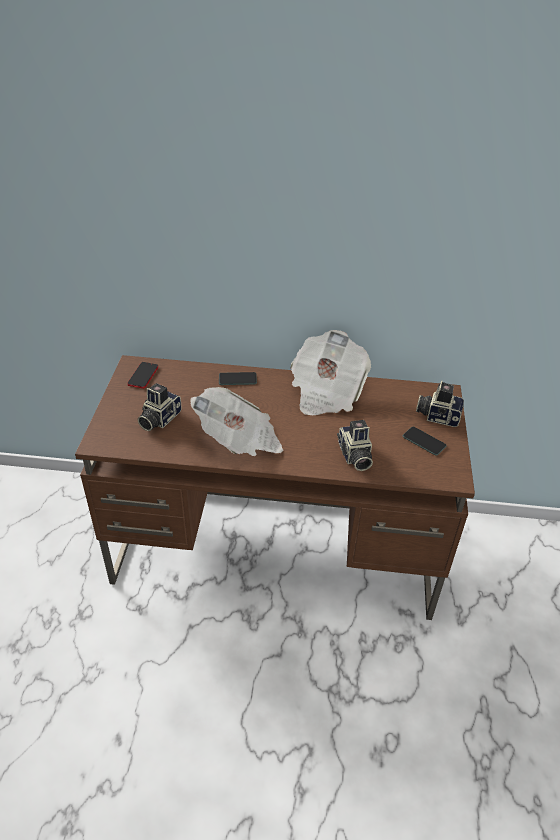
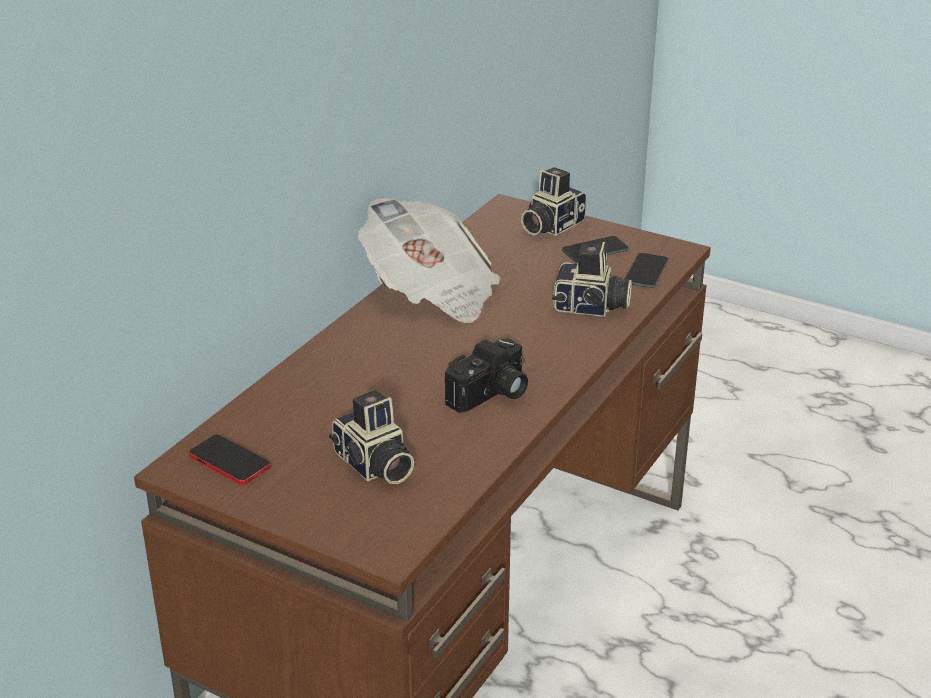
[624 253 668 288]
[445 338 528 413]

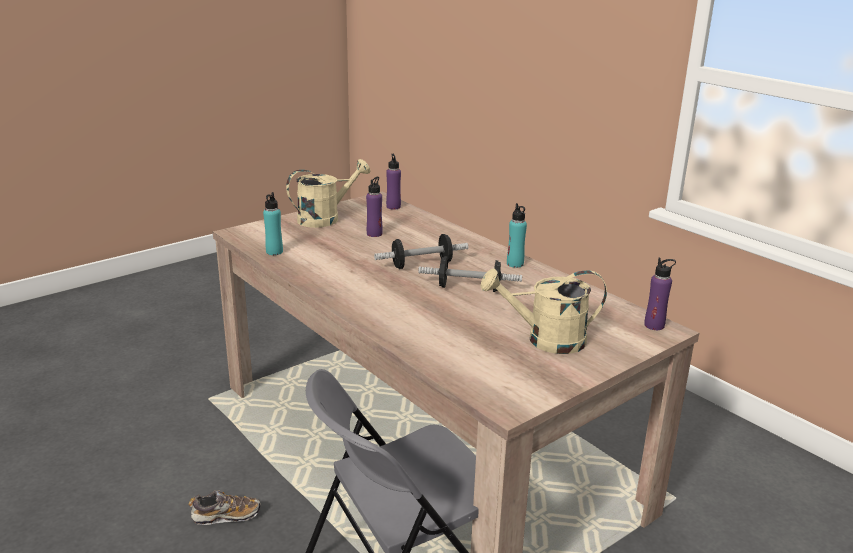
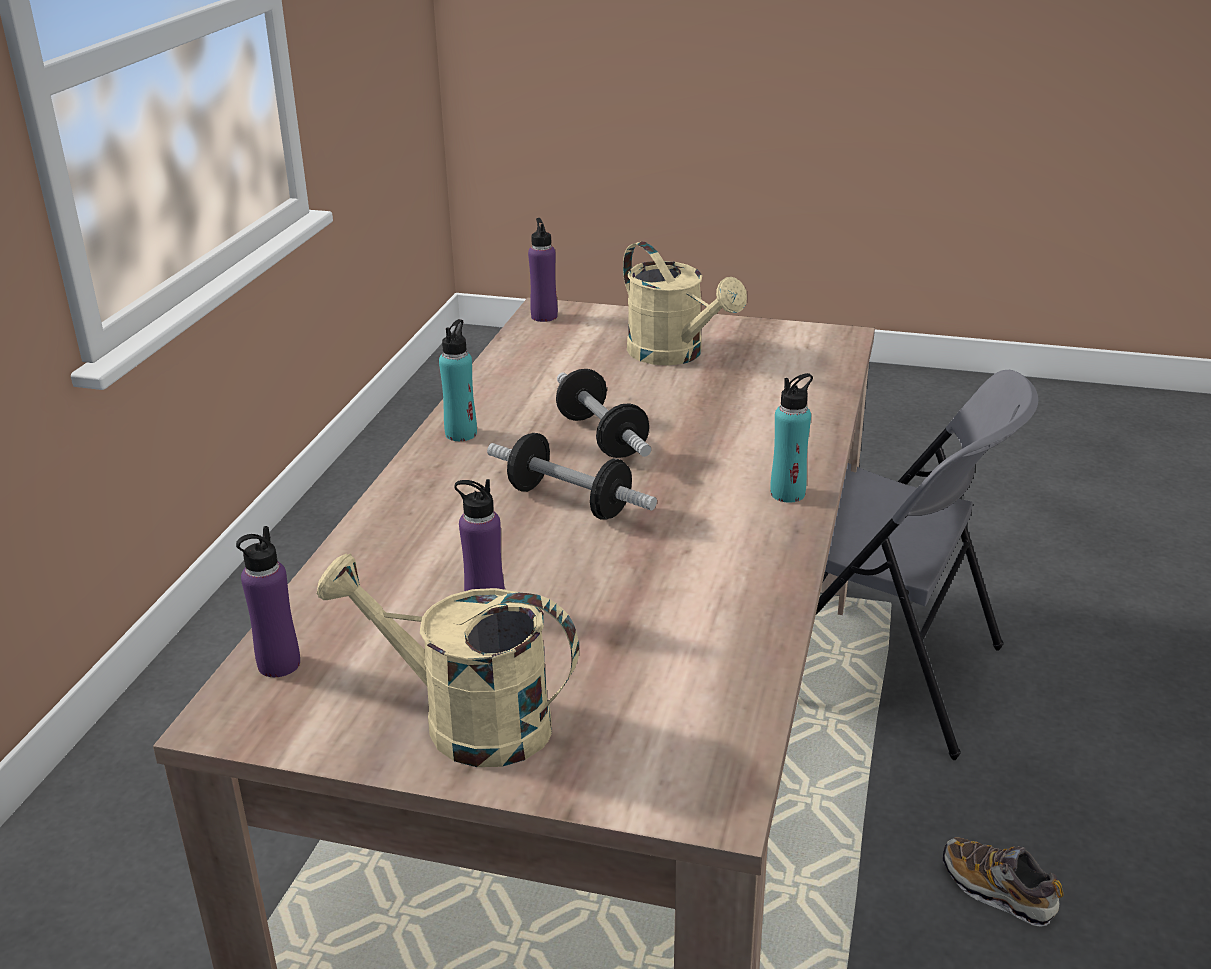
[770 373 813 503]

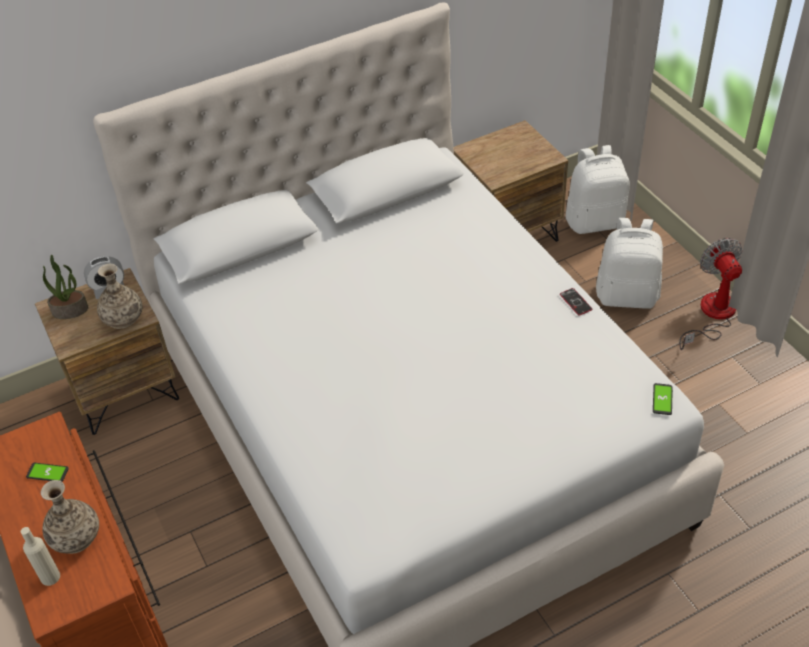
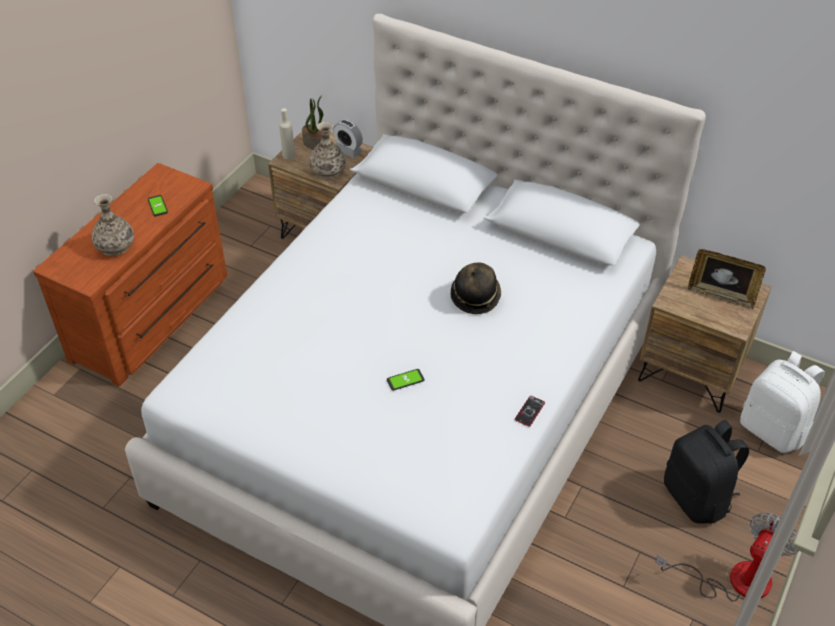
[664 420 749 524]
[387 369 425 391]
[279 108 295 159]
[688 249 766 310]
[451 263 501 314]

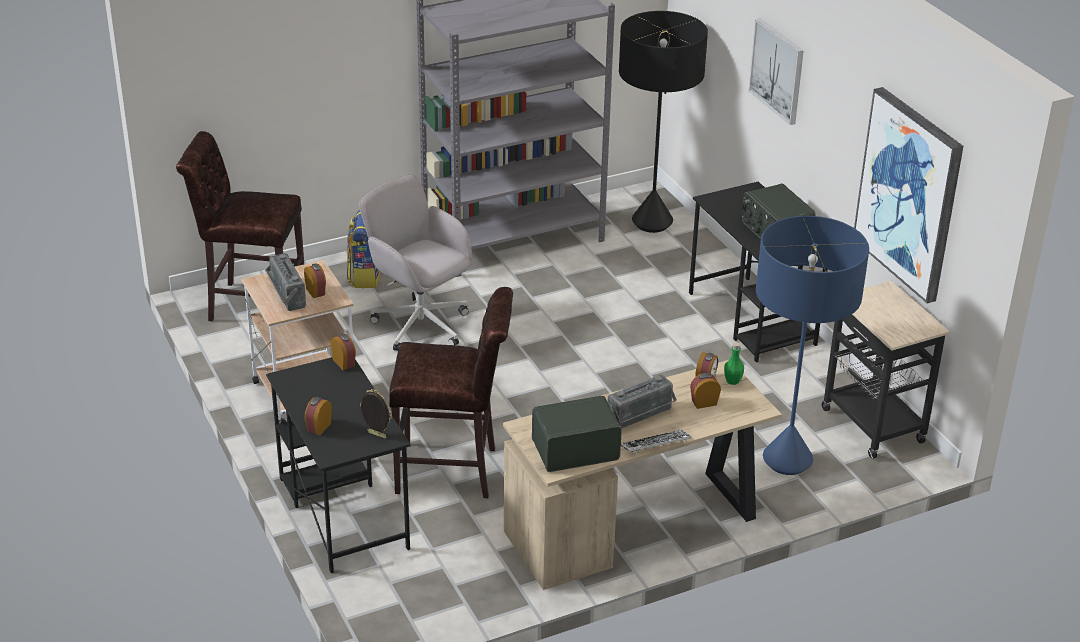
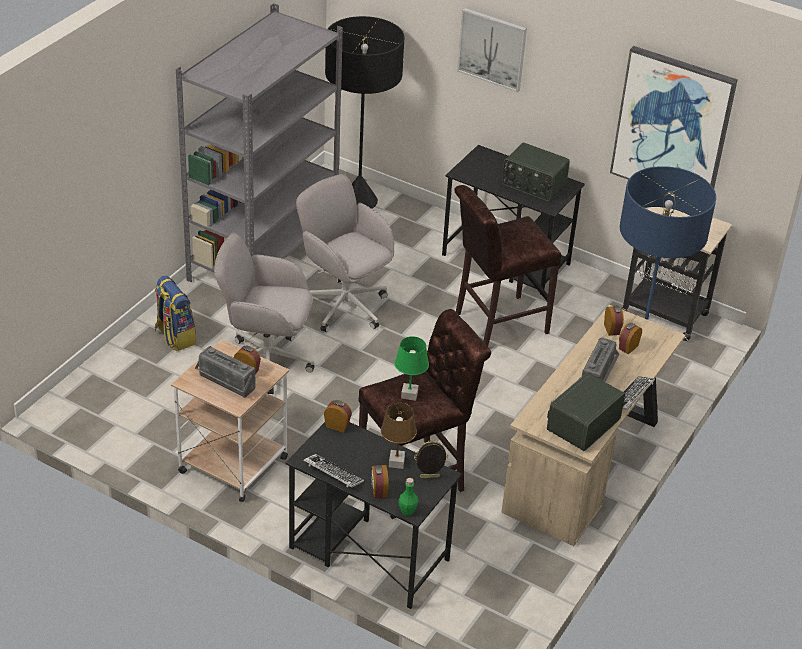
[454 185 562 347]
[398 478 418 516]
[296 174 394 332]
[394 336 429 401]
[381 403 417 469]
[304 454 364 487]

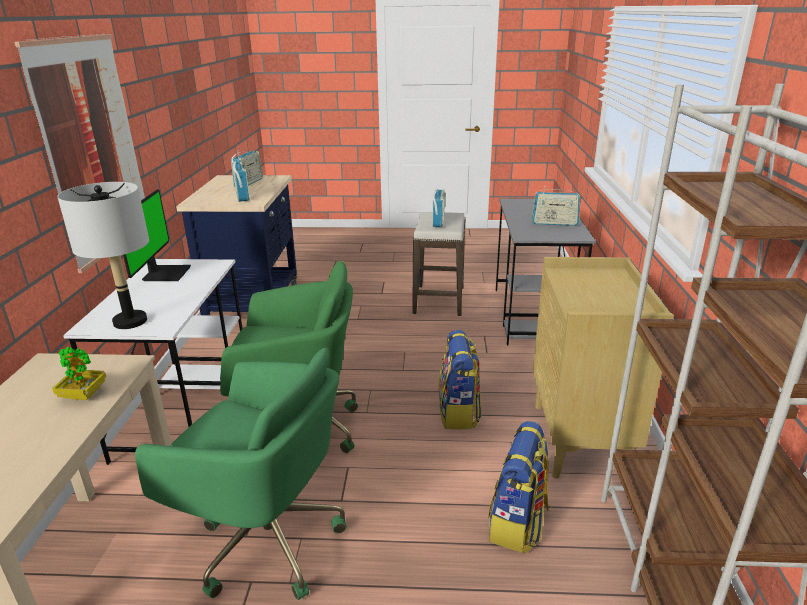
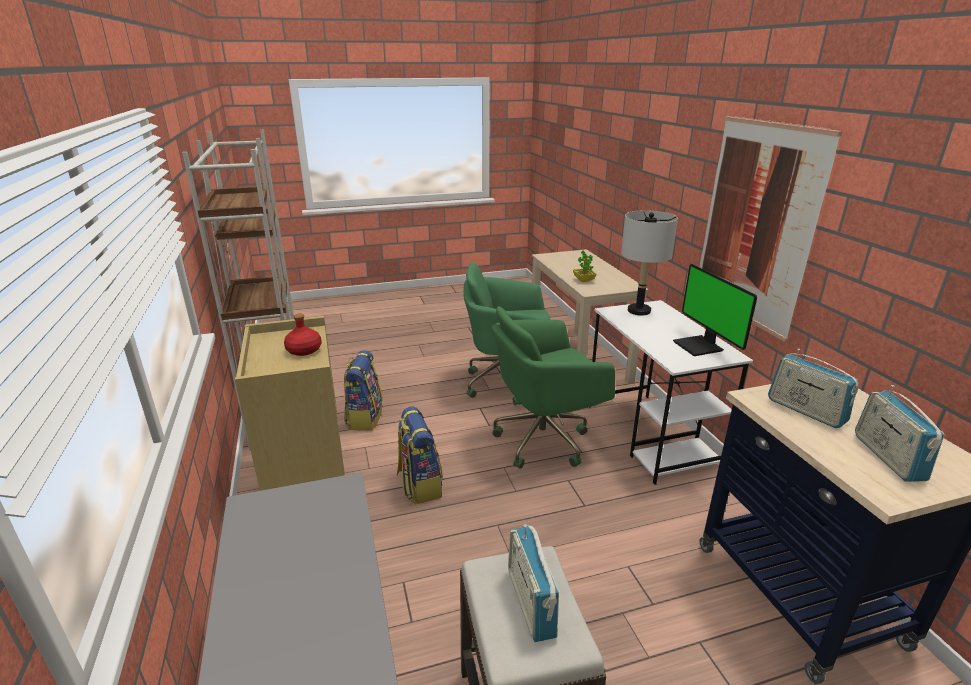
[532 186 580 226] (first image)
[284 313 322 356]

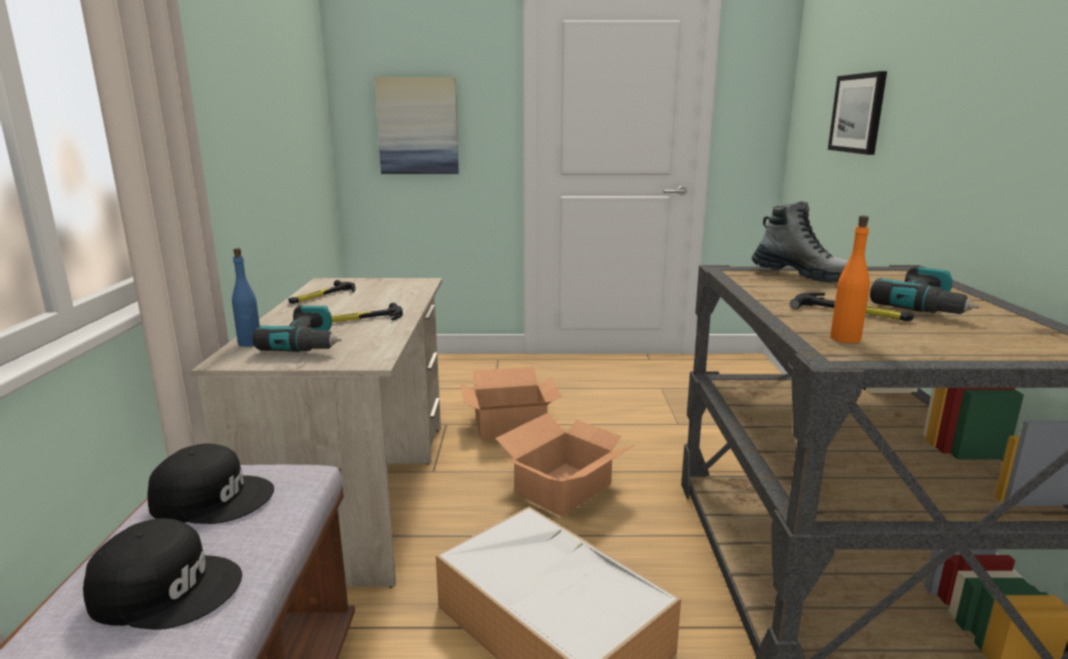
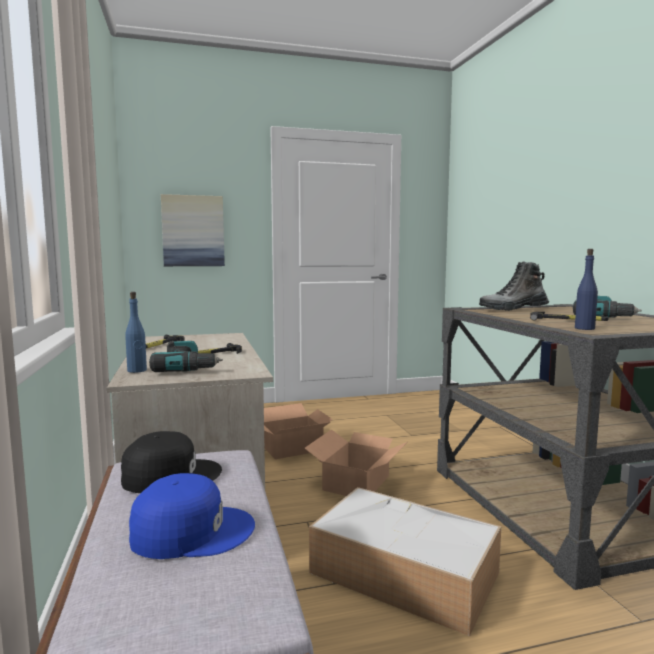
[828 71 887 155] (first image)
[479 262 549 311]
[575 249 598 330]
[129 473 255 559]

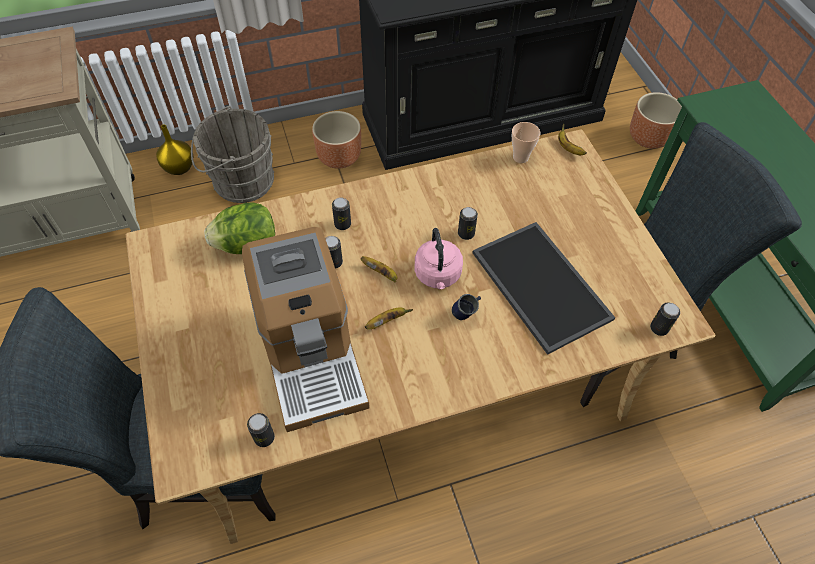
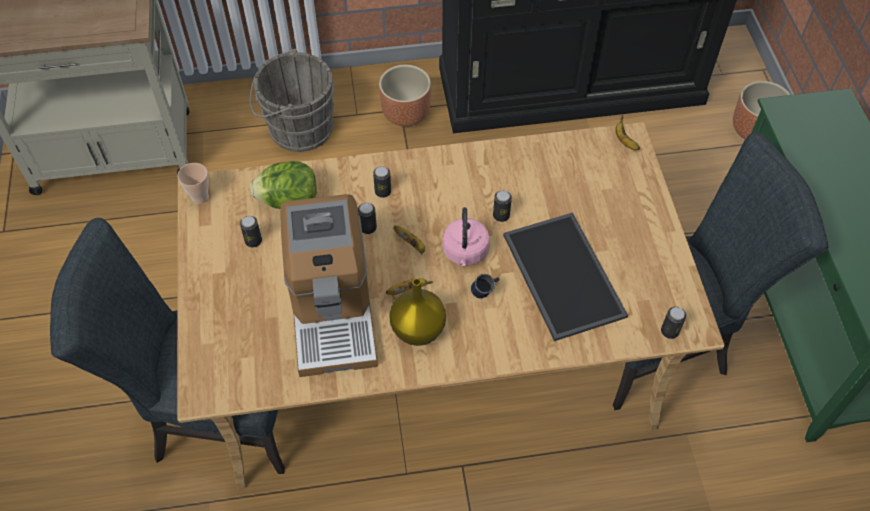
[177 163 209 204]
[389 278 446 346]
[240 216 262 247]

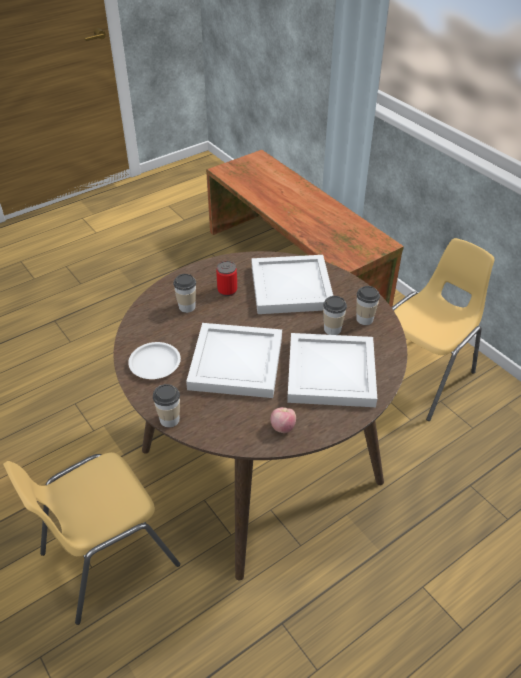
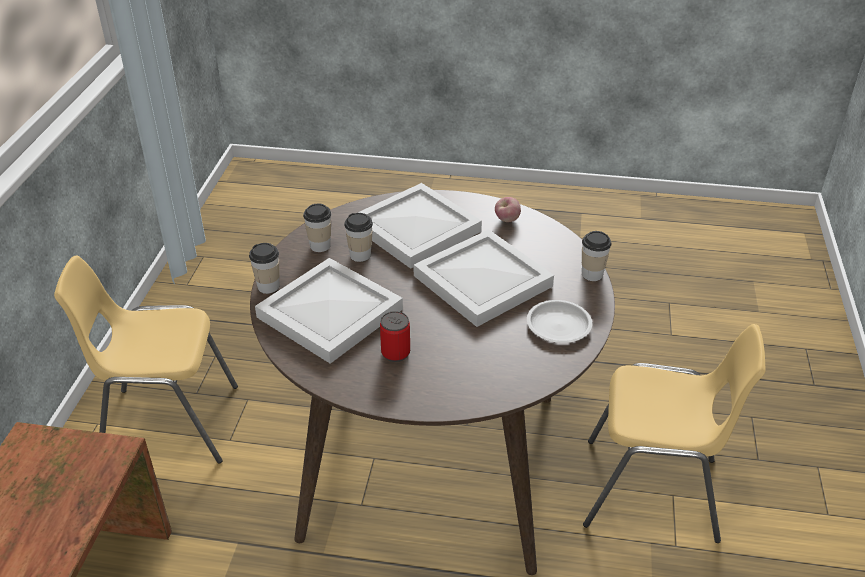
[249 243 280 294]

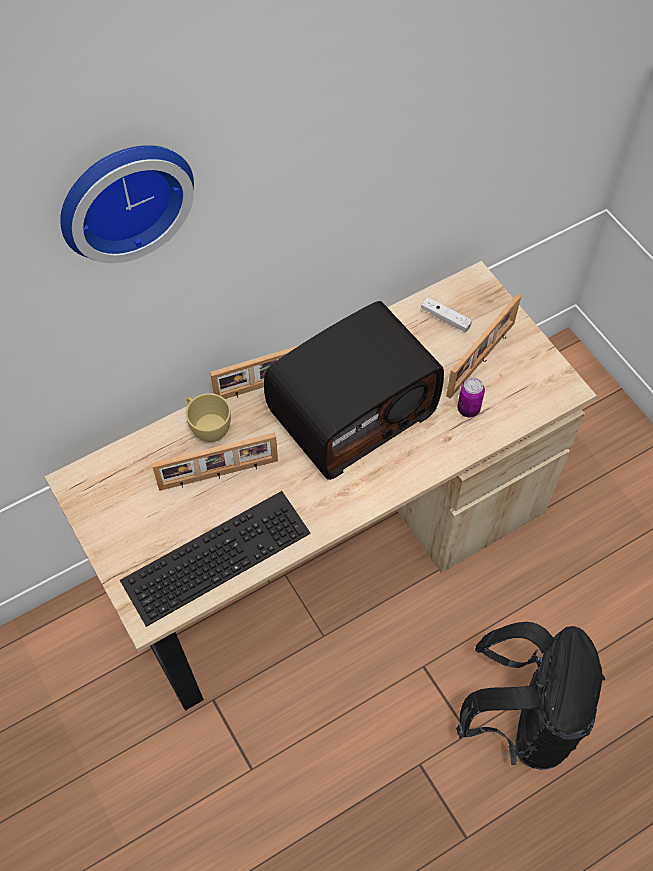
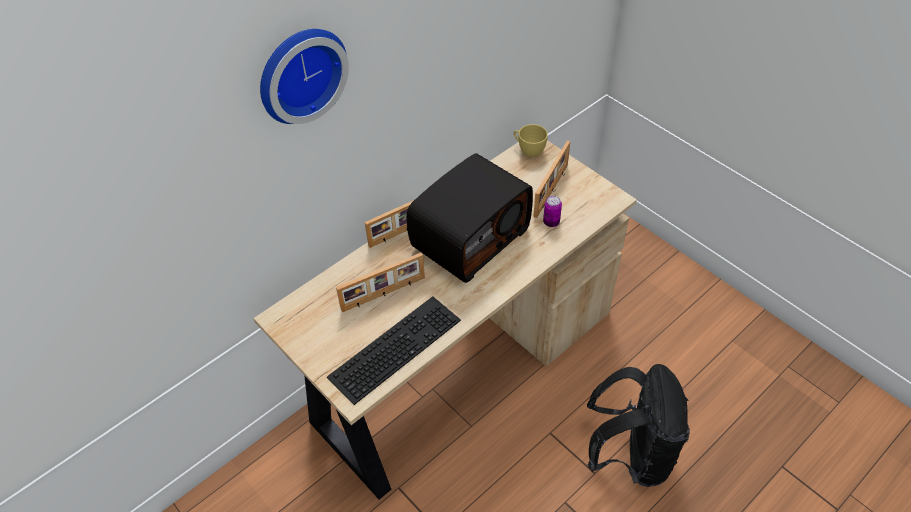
[421 297 472 332] (first image)
[514 124 548 157]

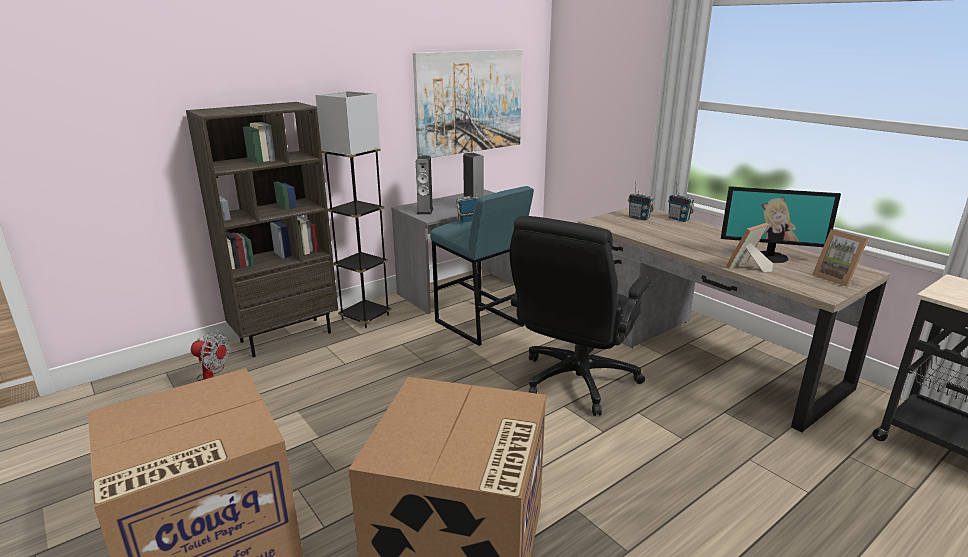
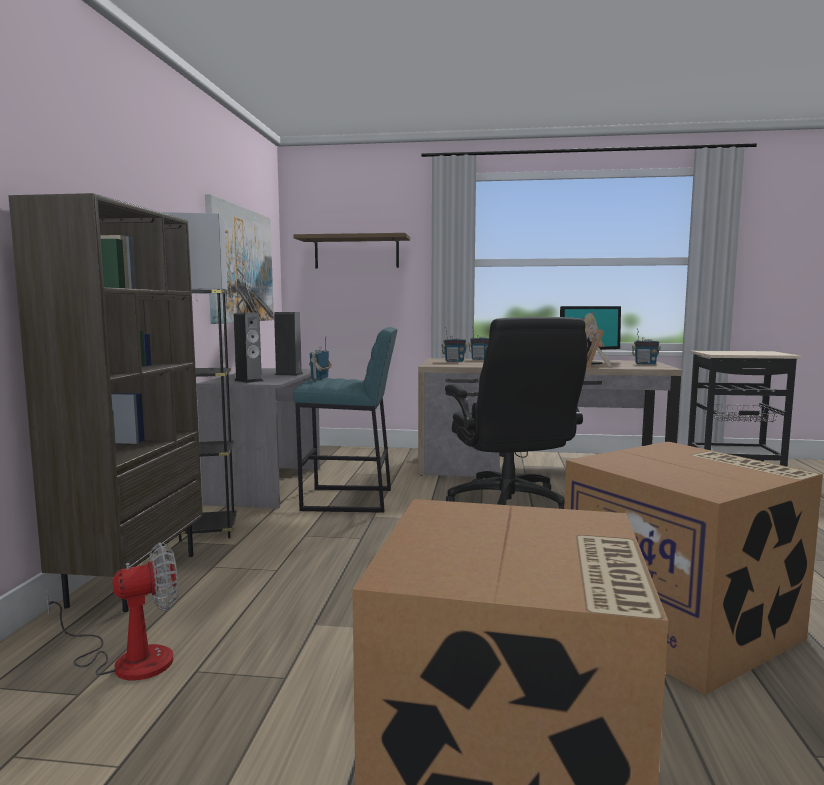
[632 328 661 365]
[293 233 410 268]

